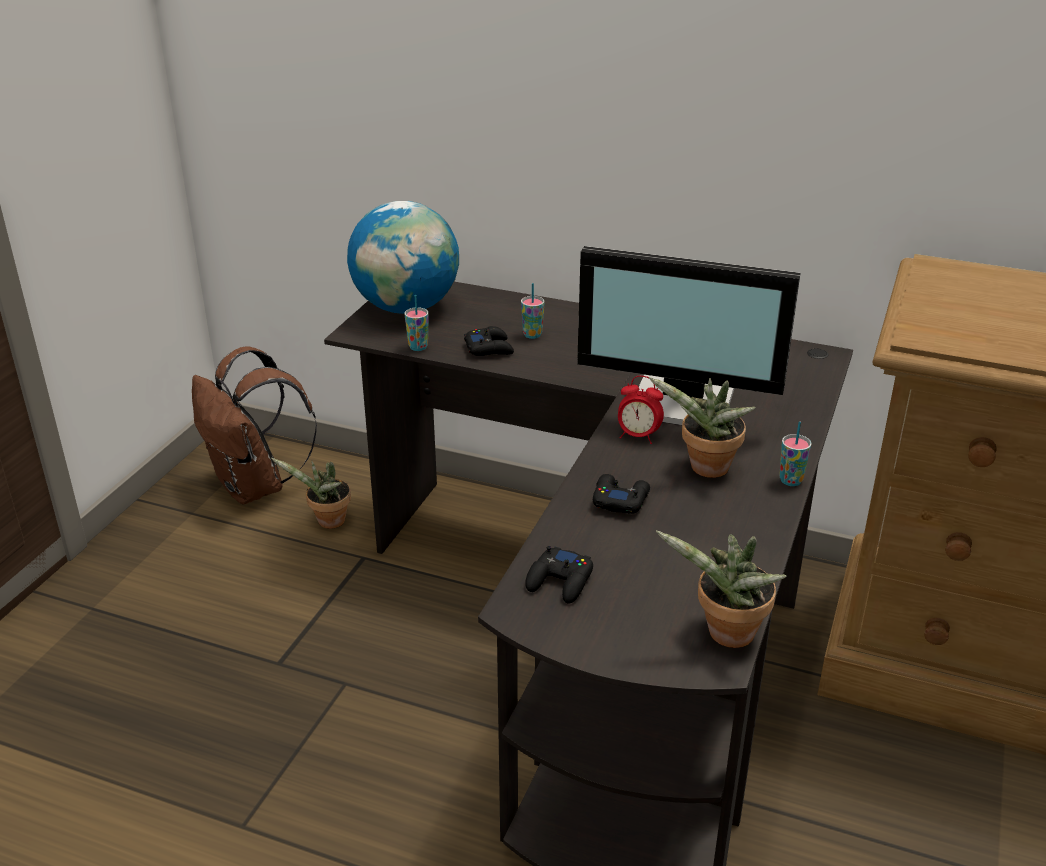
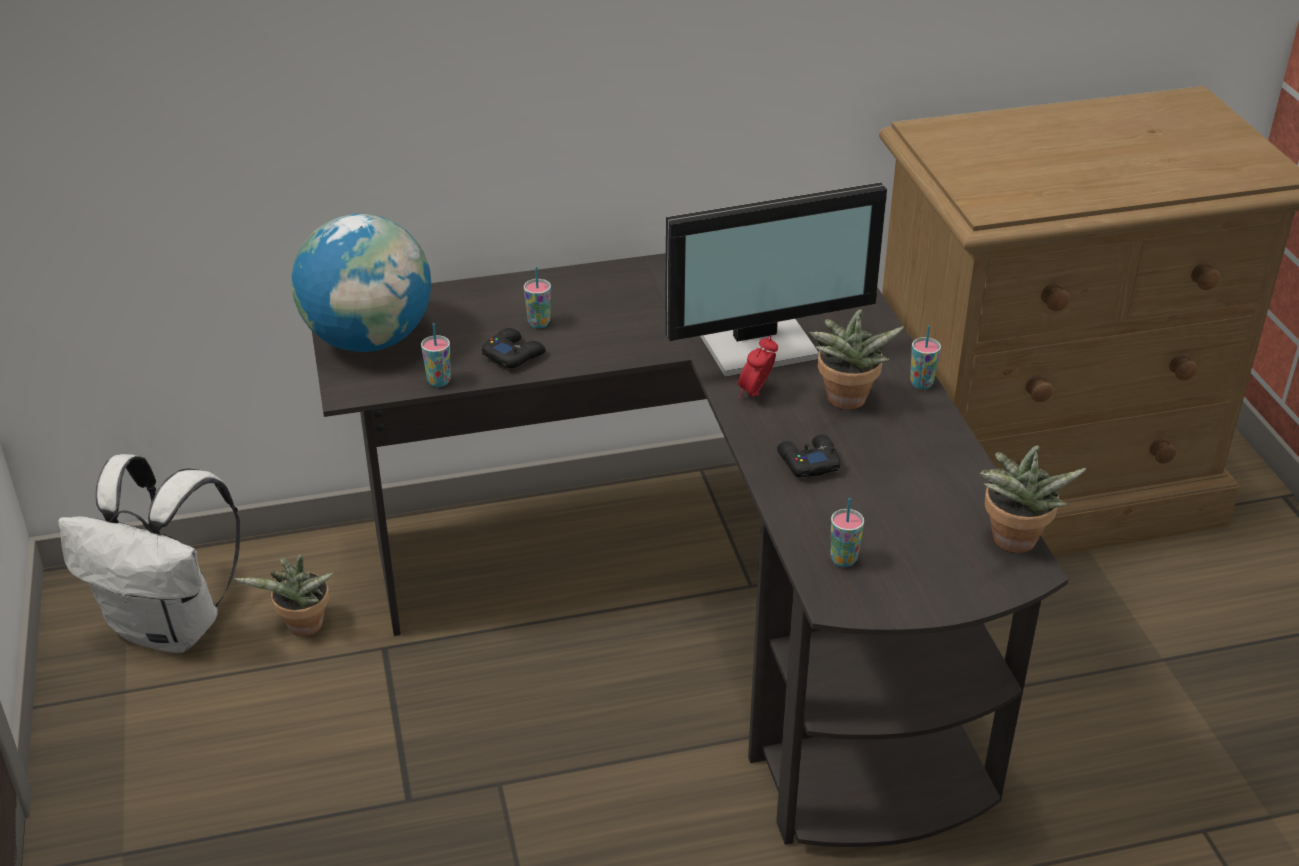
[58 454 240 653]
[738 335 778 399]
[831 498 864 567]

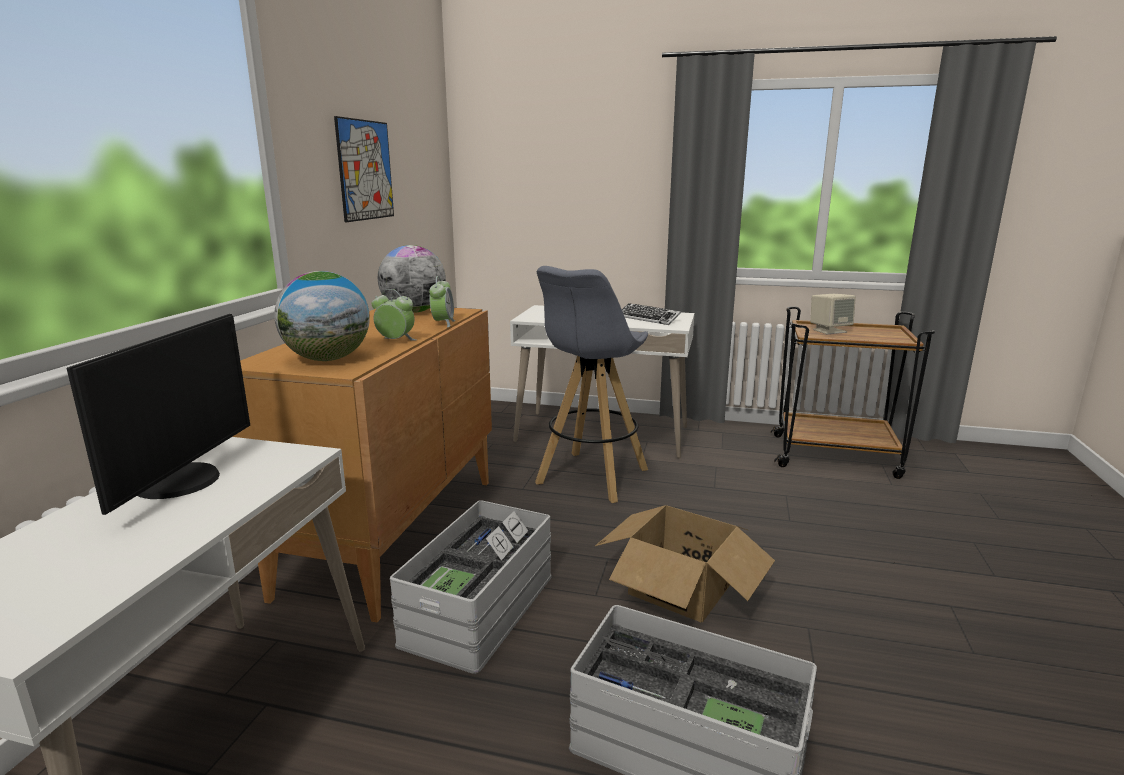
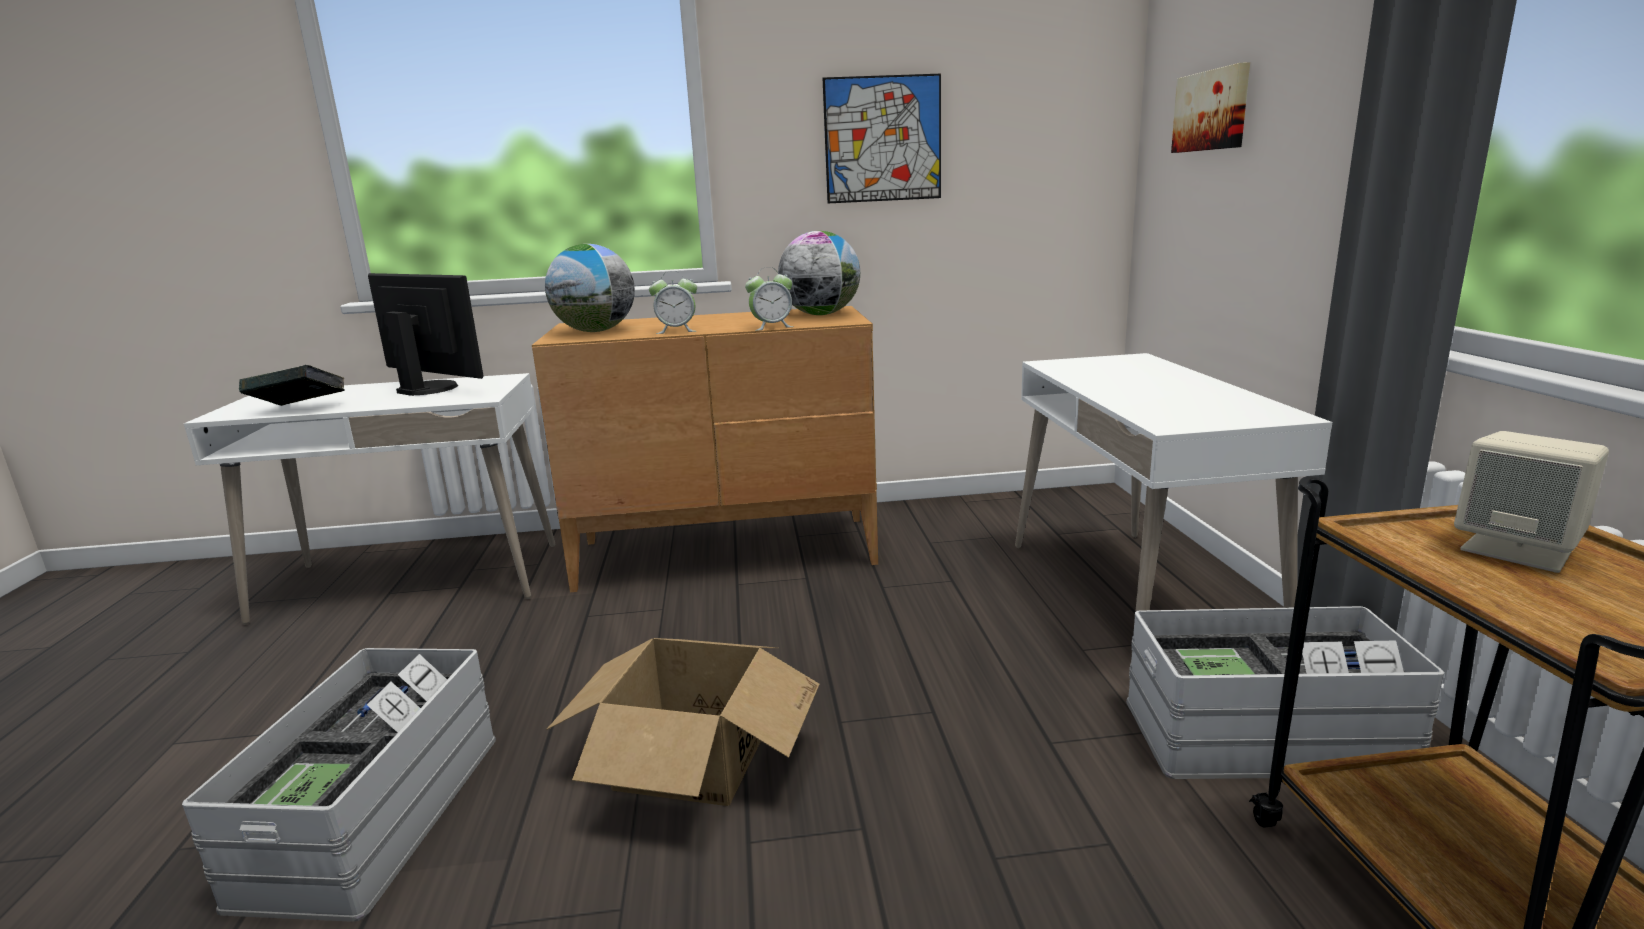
[535 266 648 503] (first image)
[649 271 697 334]
[622 303 681 325] (first image)
[368 273 484 396]
[1126 606 1444 779]
[1171 62 1250 153]
[239 365 345 406]

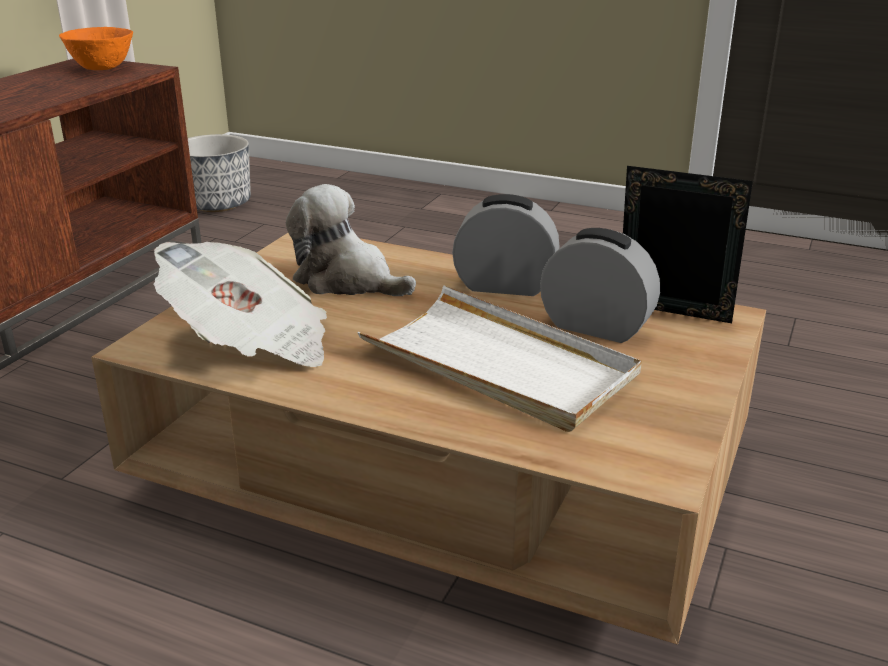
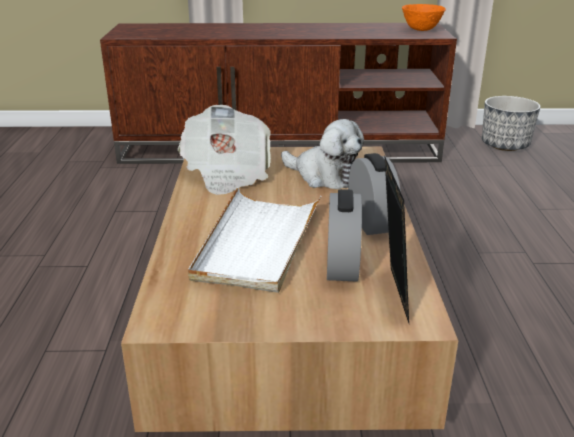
[281 119 364 189]

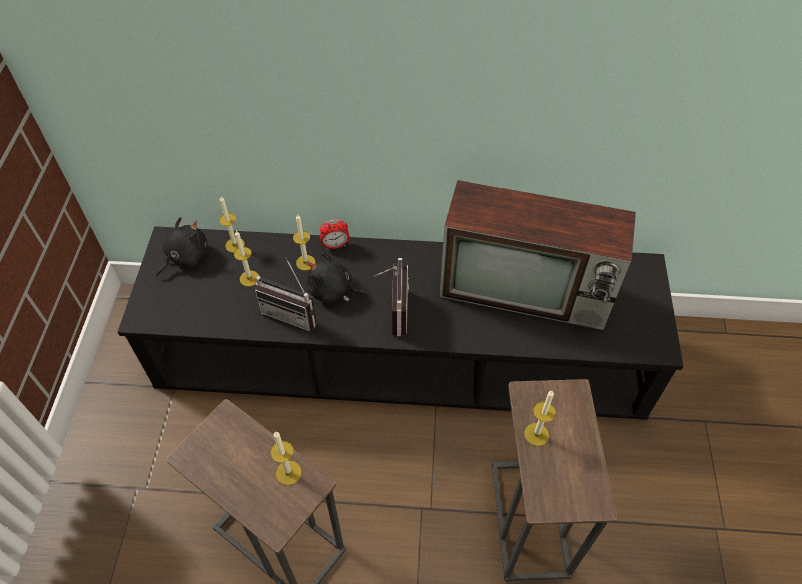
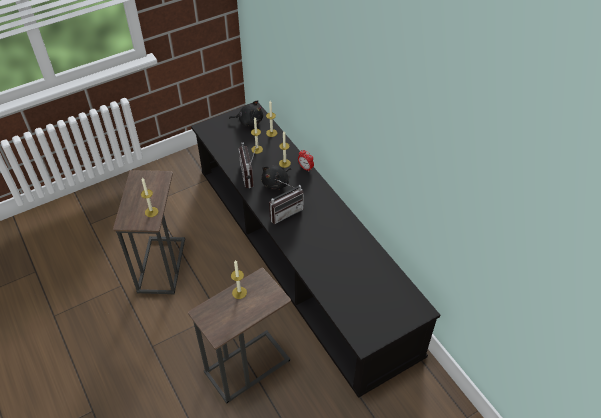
[439 180 636 330] (first image)
[261 166 291 190]

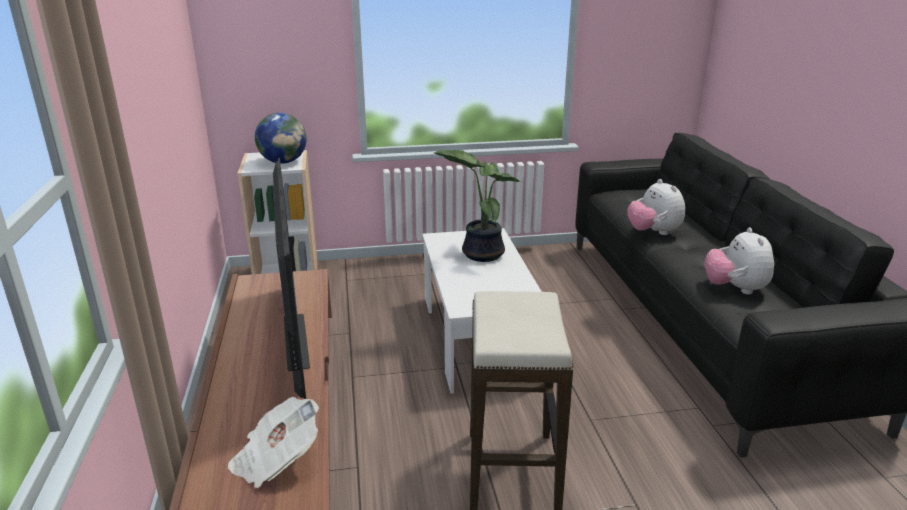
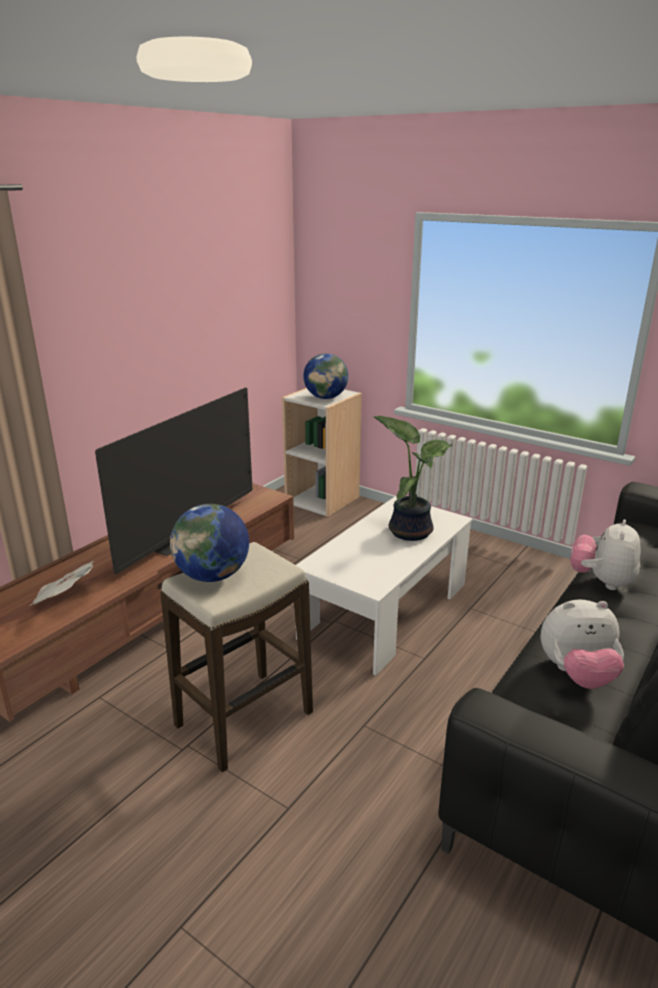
[540 600 624 689]
[170 504 249 582]

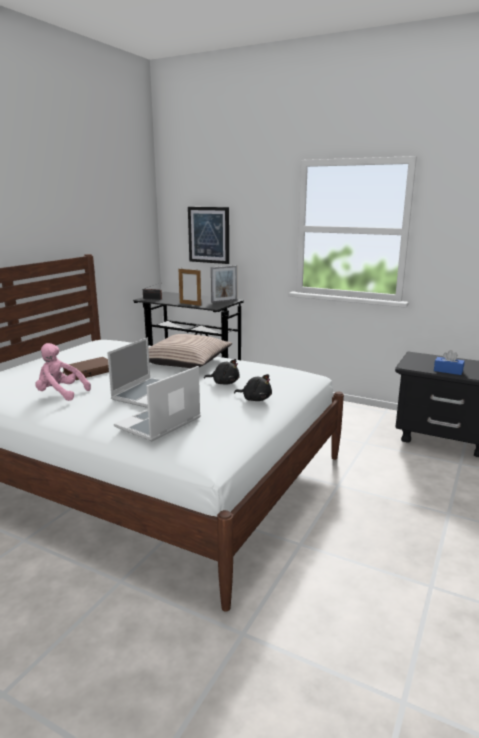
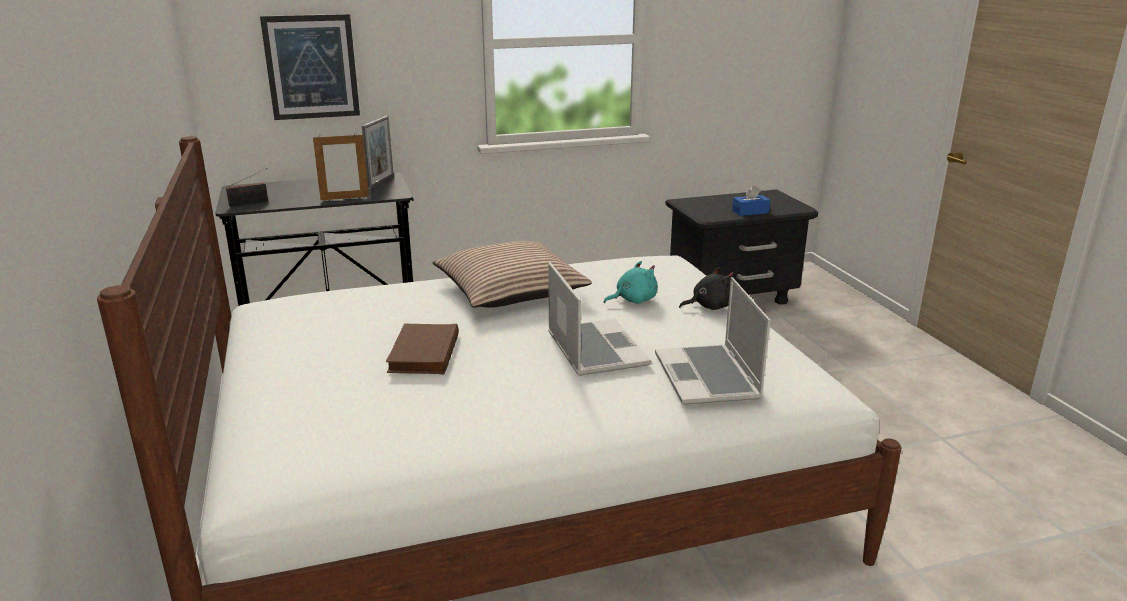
[35 343 91 401] (first image)
[604 261 658 303]

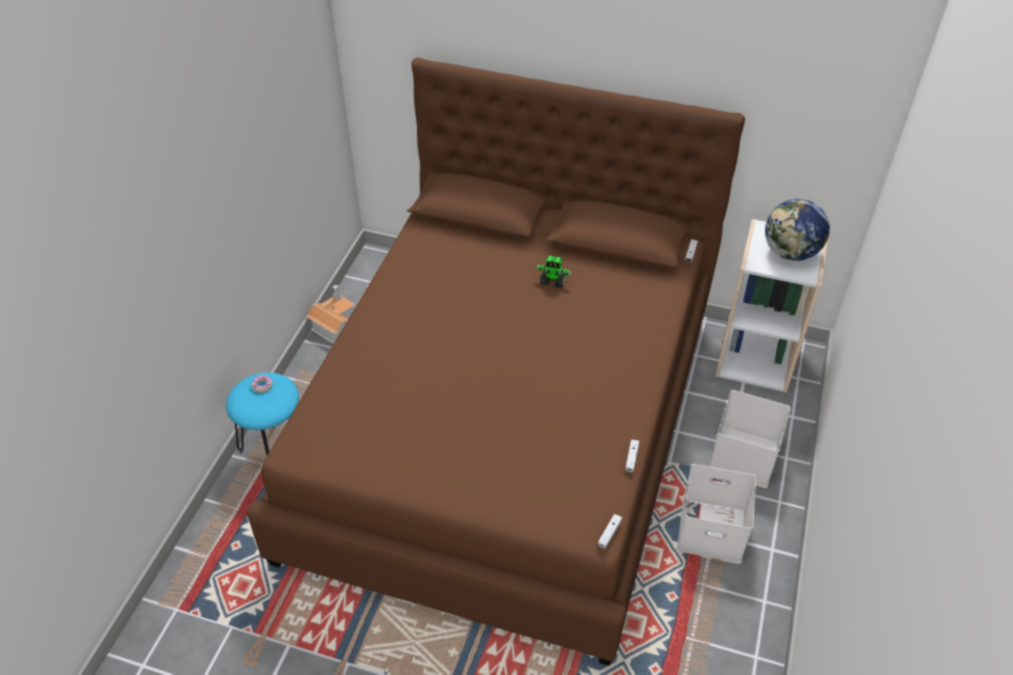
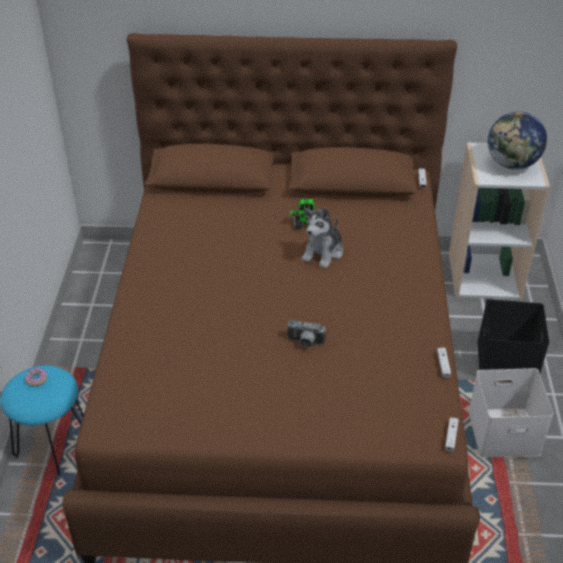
[306 285 355 344] (first image)
[477 299 549 382]
[302 208 343 268]
[286 319 326 347]

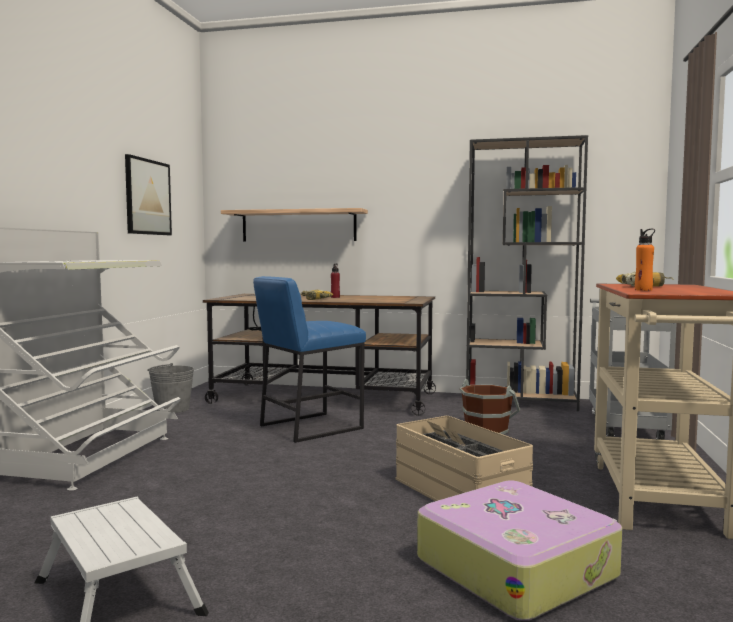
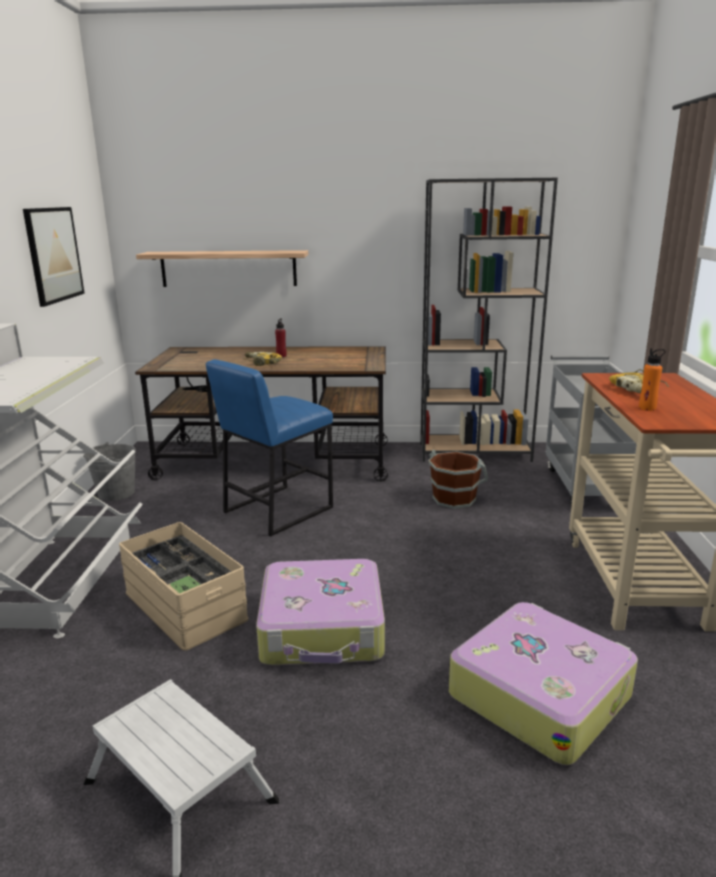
[119 522 249 651]
[256 559 385 665]

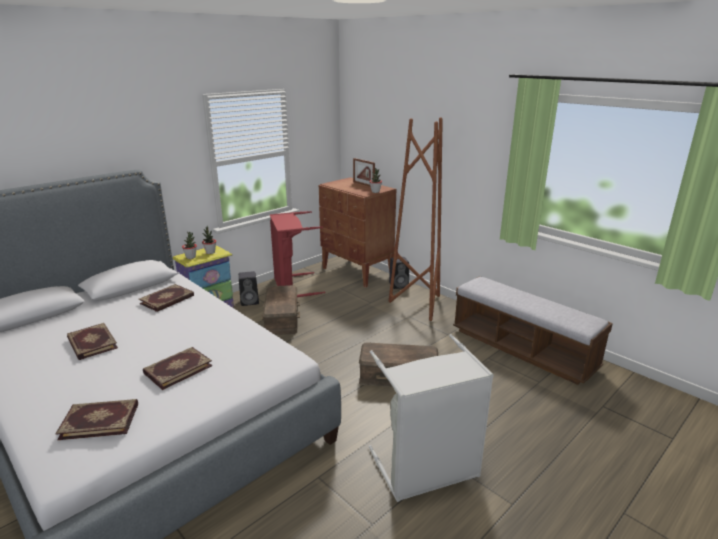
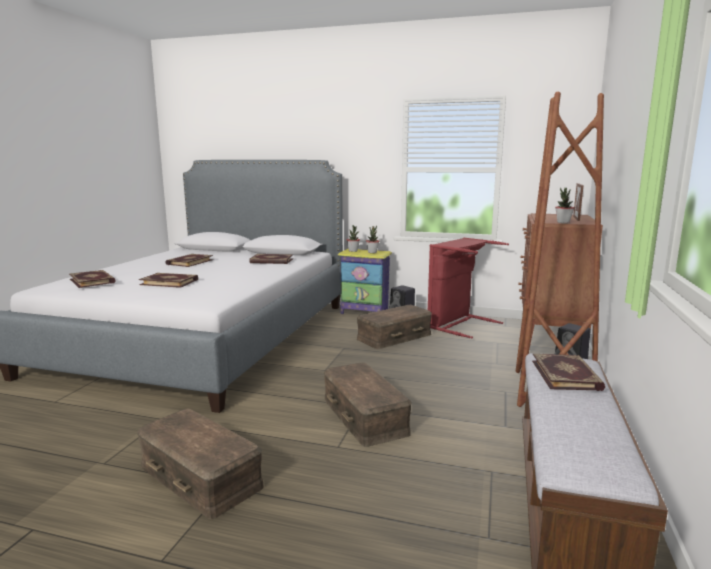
[137 408 264 519]
[532 353 605 391]

